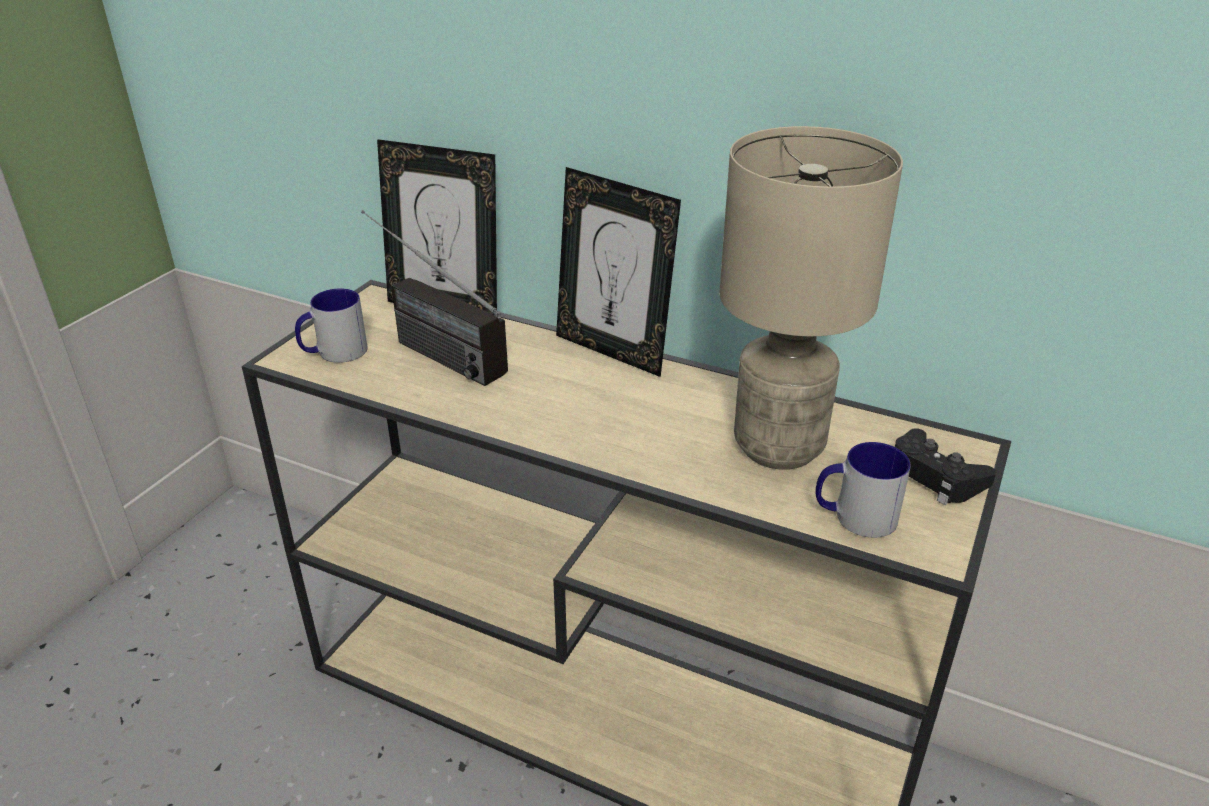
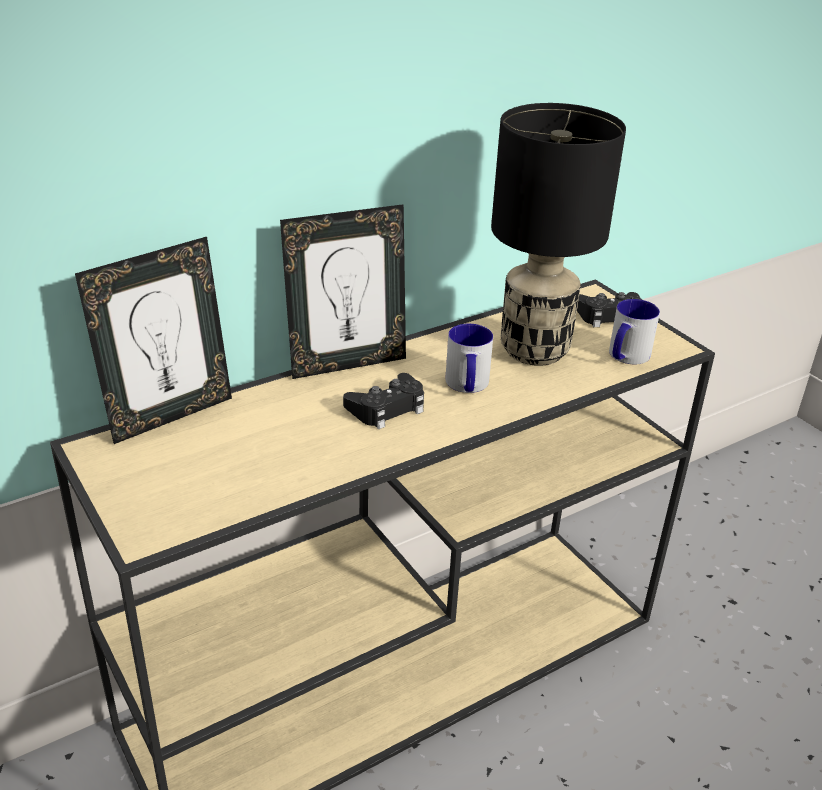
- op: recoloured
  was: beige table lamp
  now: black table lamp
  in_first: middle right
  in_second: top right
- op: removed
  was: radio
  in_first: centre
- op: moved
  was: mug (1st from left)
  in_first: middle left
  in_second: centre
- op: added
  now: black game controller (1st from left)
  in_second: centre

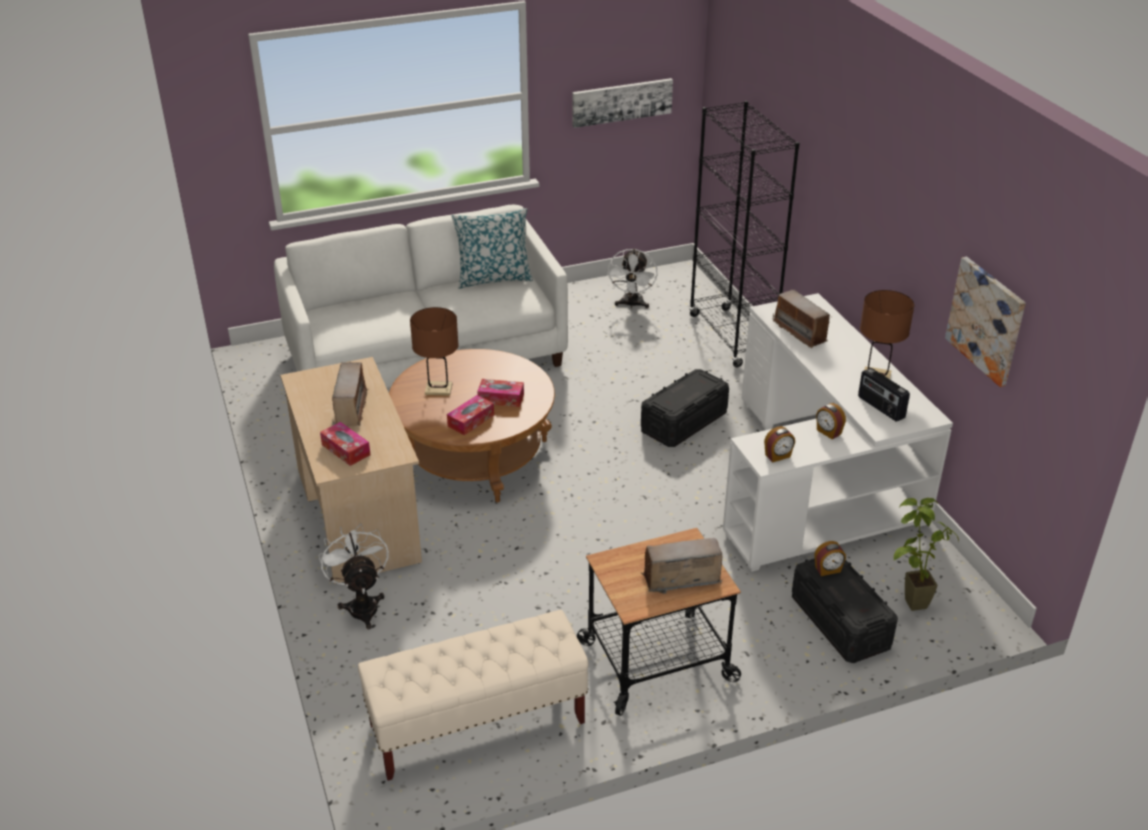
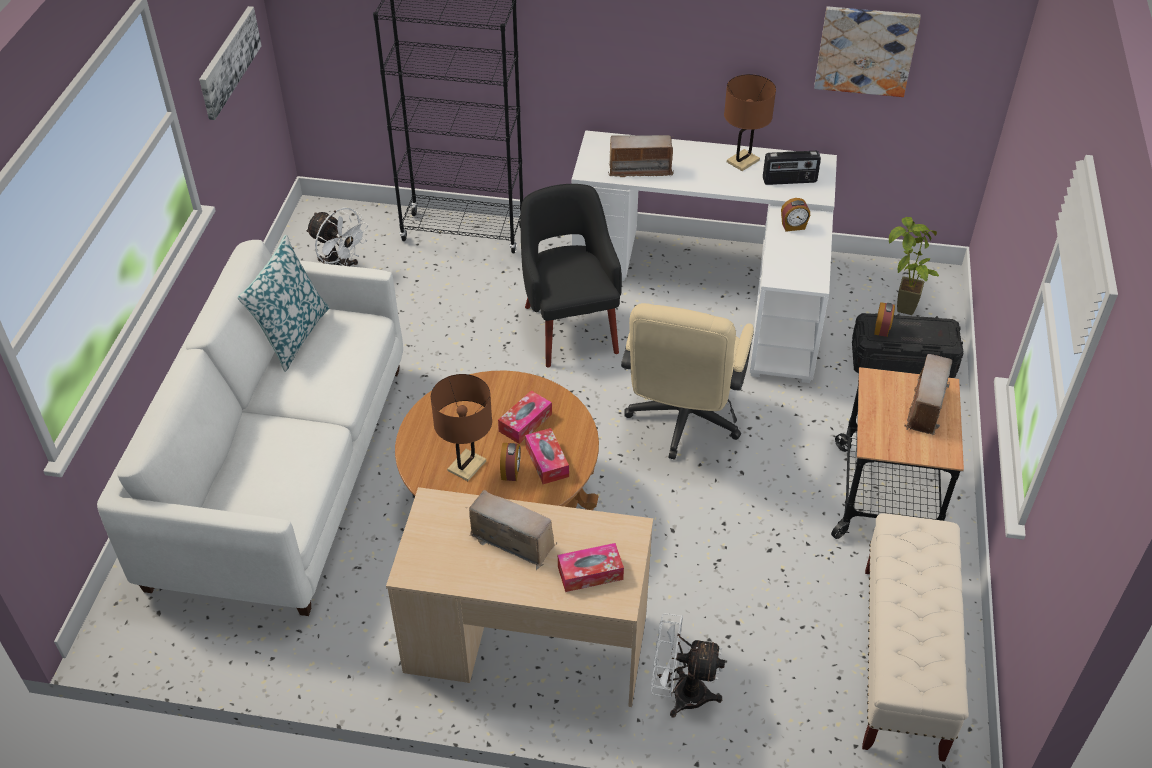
- op: replaced
  was: black storage box (1st from left)
  now: black armchair
  in_first: centre
  in_second: centre
- op: moved
  was: alarm clock (1st from left)
  in_first: middle right
  in_second: centre
- op: added
  now: beige office chair
  in_second: centre

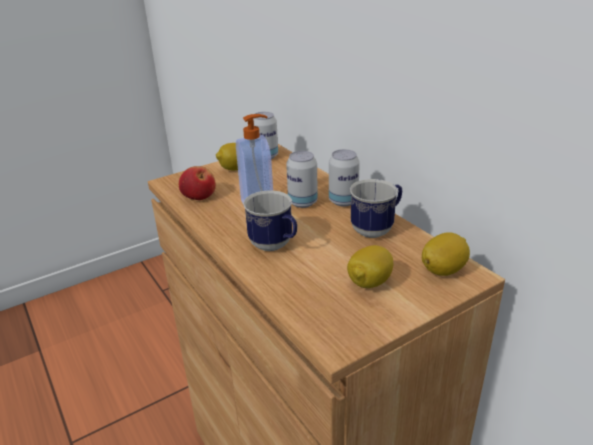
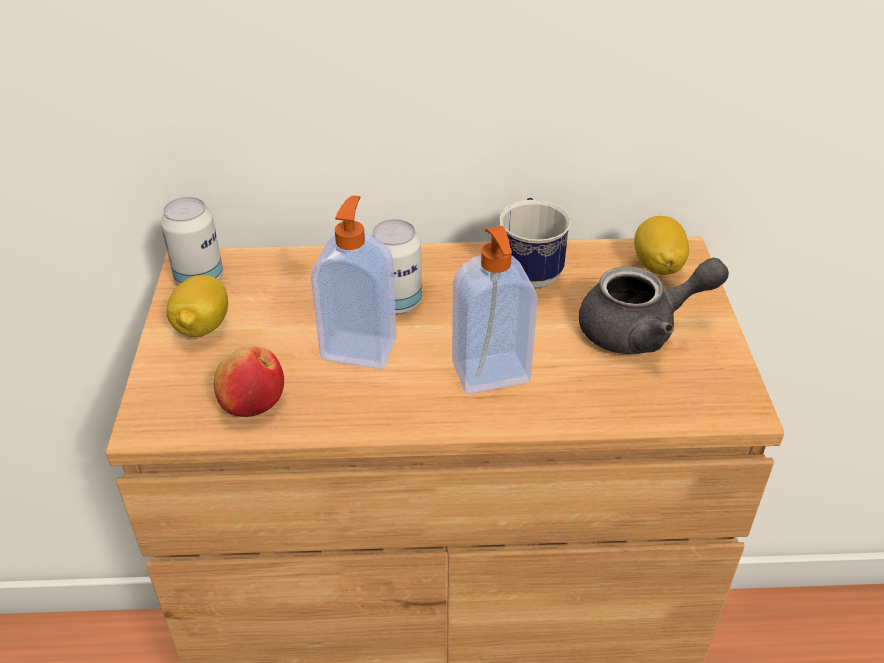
- op: removed
  was: can (3rd from left)
  in_first: centre
- op: replaced
  was: mug (1st from left)
  now: soap dispenser (2nd from left)
  in_first: centre
  in_second: centre
- op: replaced
  was: lemon (2nd from left)
  now: grey teapot
  in_first: centre
  in_second: middle right

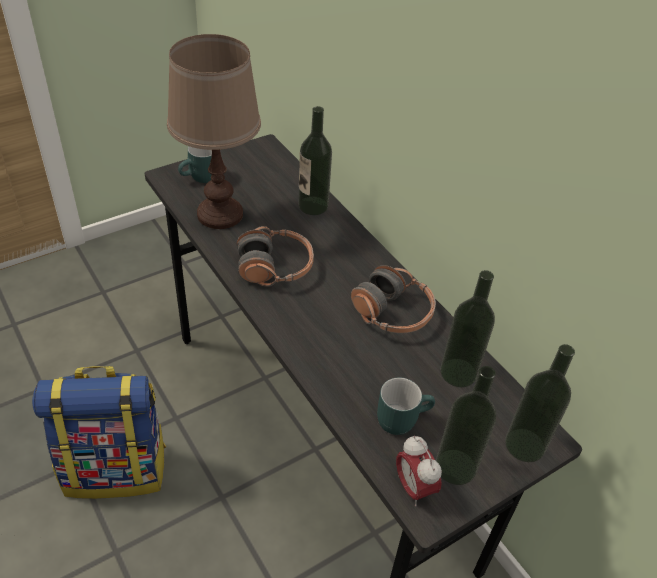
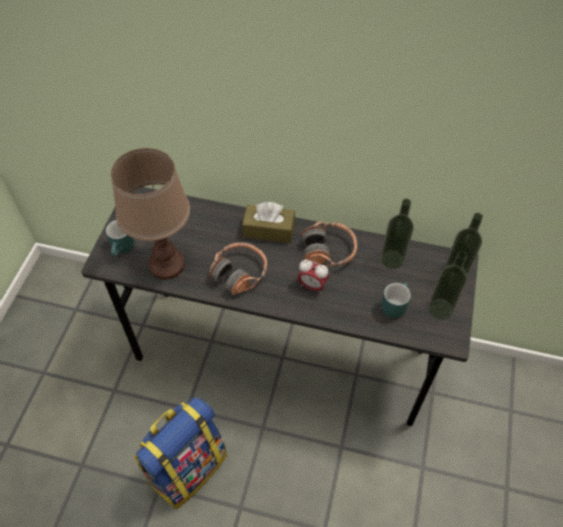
- op: removed
  was: bottle (1st from left)
  in_first: top centre
- op: moved
  was: alarm clock
  in_first: bottom centre
  in_second: centre
- op: added
  now: brown tissue box
  in_second: centre

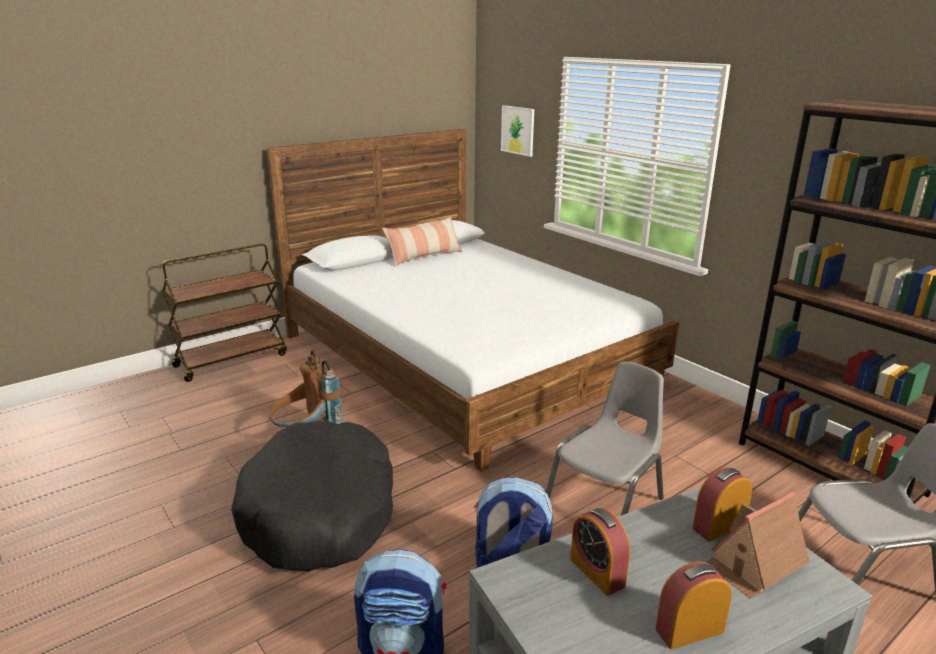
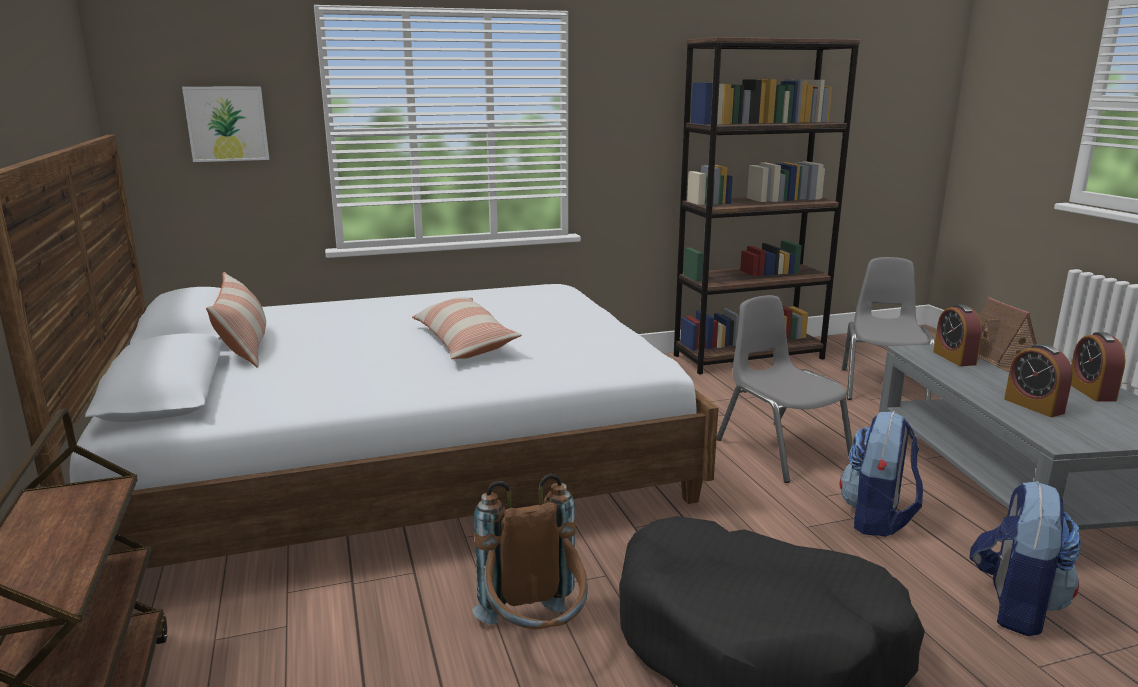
- op: turned
  was: alarm clock (1st from left in the first image)
  in_first: bottom centre
  in_second: middle right
  clockwise: 75
- op: added
  now: pillow (2nd from left)
  in_second: centre

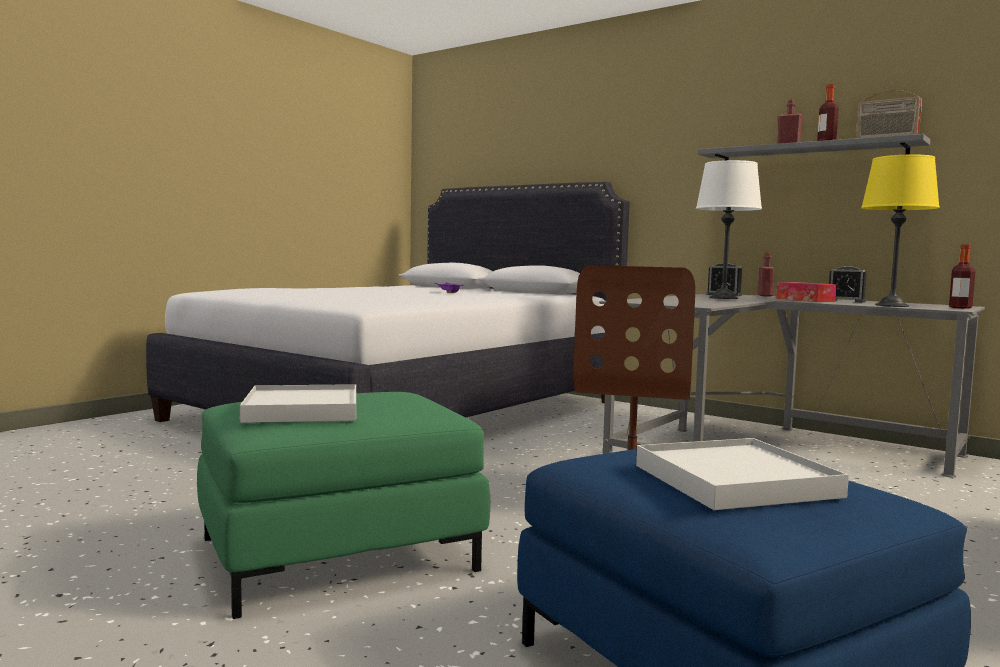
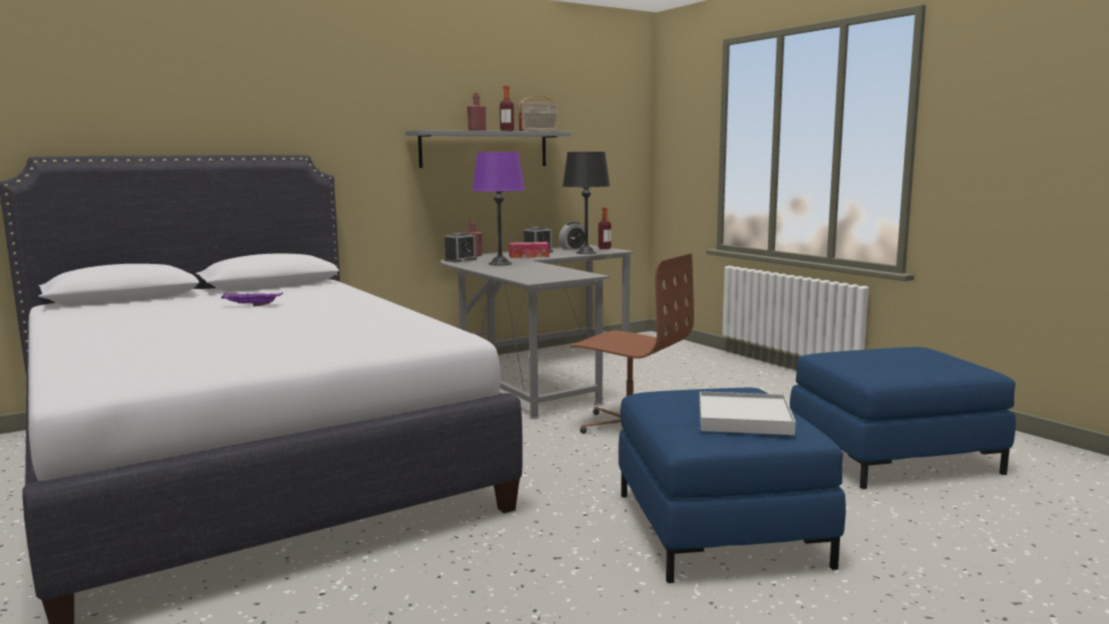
- op: recoloured
  was: yellow table lamp
  now: black table lamp
  in_first: middle right
  in_second: top centre
- op: recoloured
  was: white table lamp
  now: purple table lamp
  in_first: middle right
  in_second: centre
- op: recoloured
  was: green ottoman
  now: blue ottoman (1st from left)
  in_first: bottom centre
  in_second: bottom centre
- op: removed
  was: white tray (2nd from left)
  in_first: bottom right
- op: added
  now: alarm clock (3rd from left)
  in_second: centre

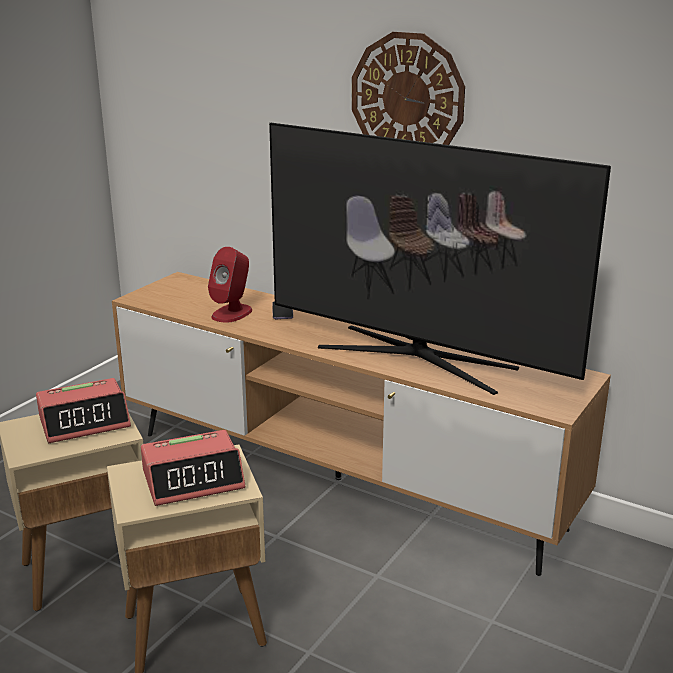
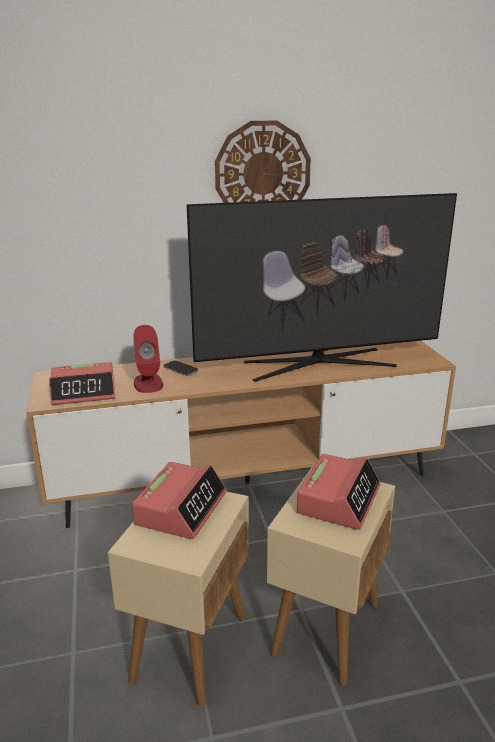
- op: added
  now: alarm clock (1st from left)
  in_second: middle left

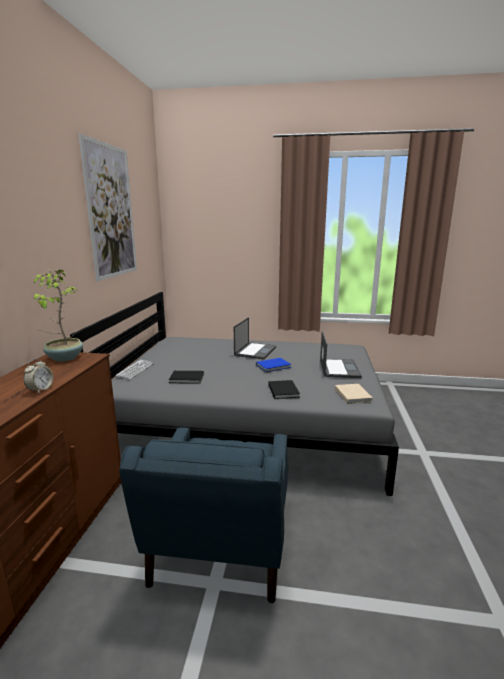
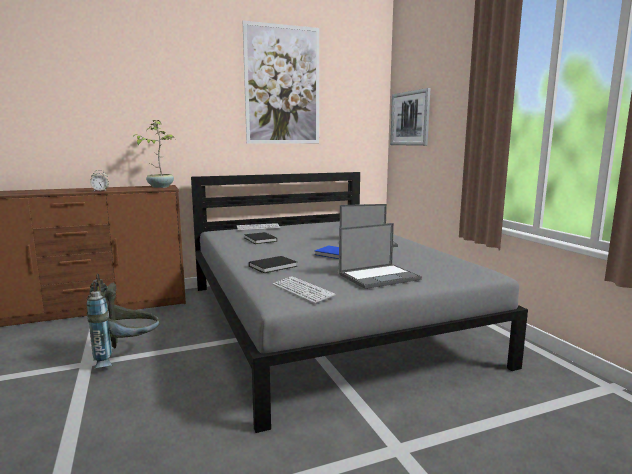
- op: replaced
  was: beige book
  now: keyboard (2nd from left)
  in_first: middle right
  in_second: centre
- op: replaced
  was: blue armchair
  now: grey backpack
  in_first: bottom centre
  in_second: bottom left
- op: added
  now: picture (2nd from left)
  in_second: top centre

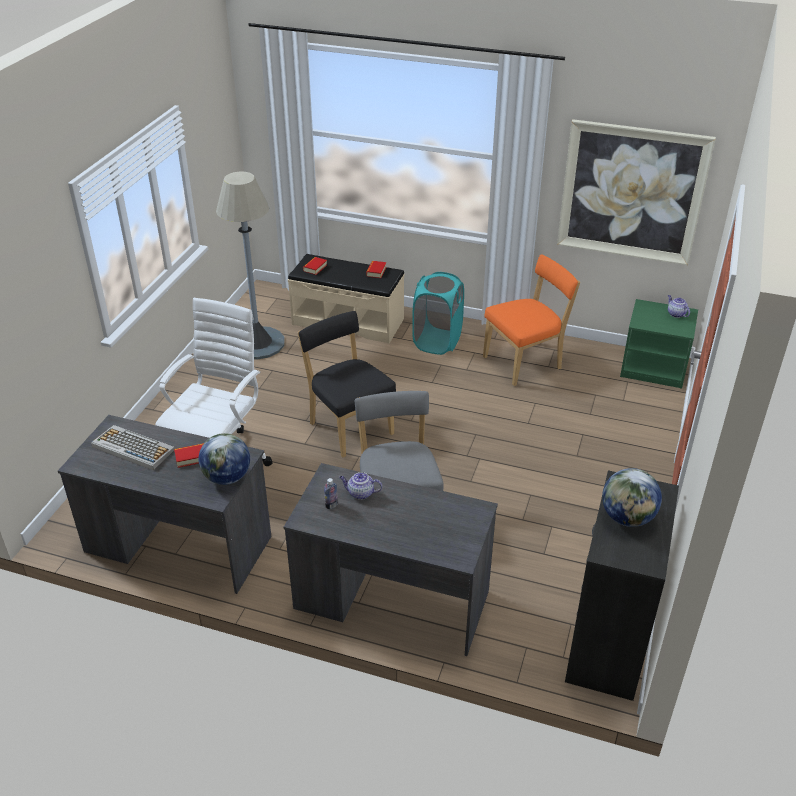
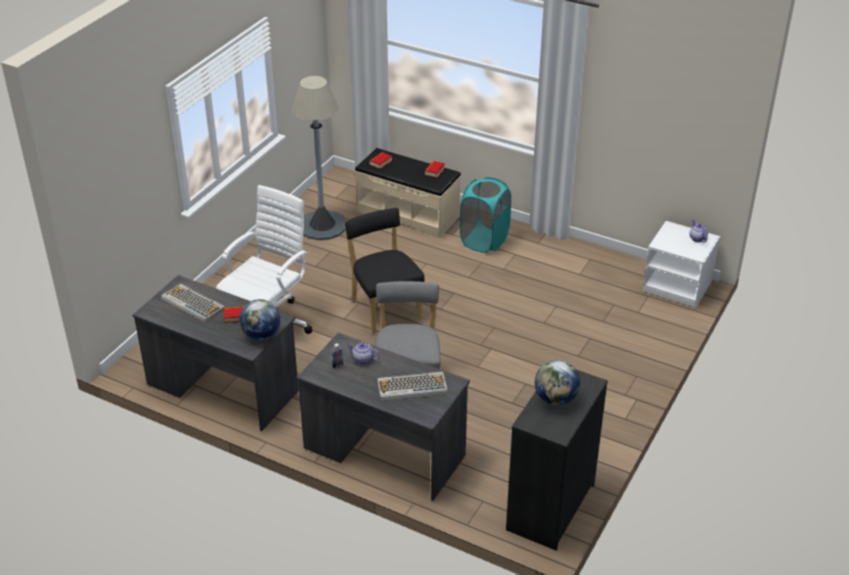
- op: removed
  was: picture
  in_first: top right
- op: removed
  was: orange chair
  in_first: middle right
- op: recoloured
  was: green nightstand
  now: white nightstand
  in_first: middle right
  in_second: middle right
- op: added
  now: keyboard (2nd from left)
  in_second: bottom centre

